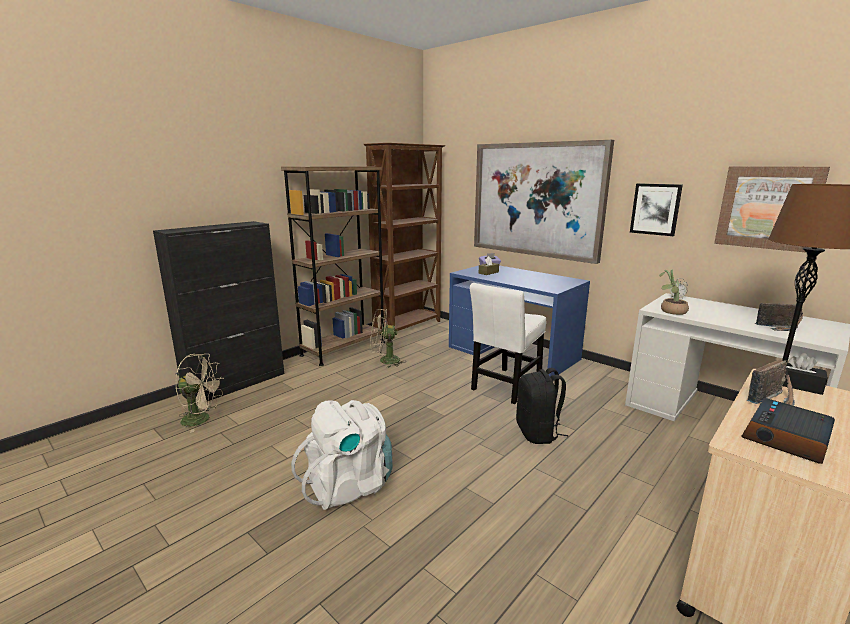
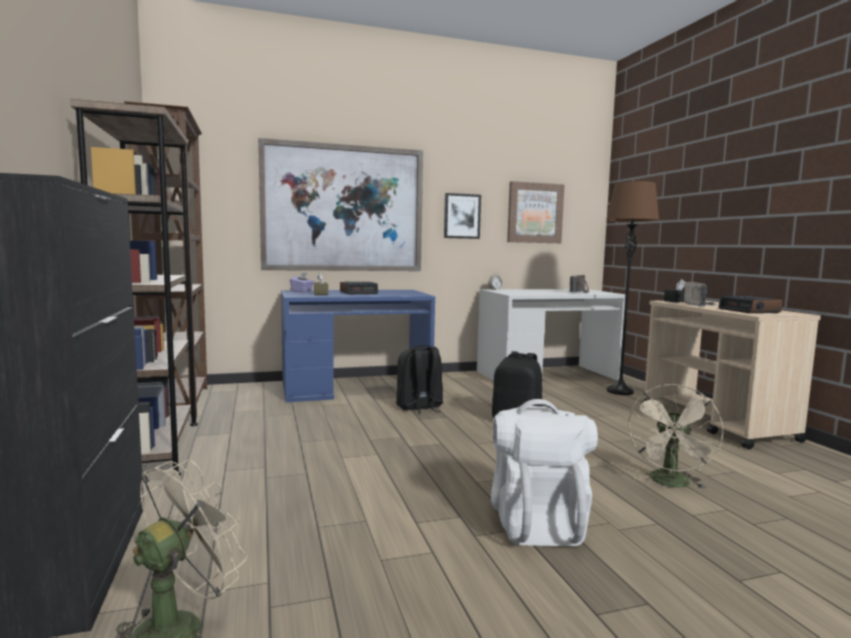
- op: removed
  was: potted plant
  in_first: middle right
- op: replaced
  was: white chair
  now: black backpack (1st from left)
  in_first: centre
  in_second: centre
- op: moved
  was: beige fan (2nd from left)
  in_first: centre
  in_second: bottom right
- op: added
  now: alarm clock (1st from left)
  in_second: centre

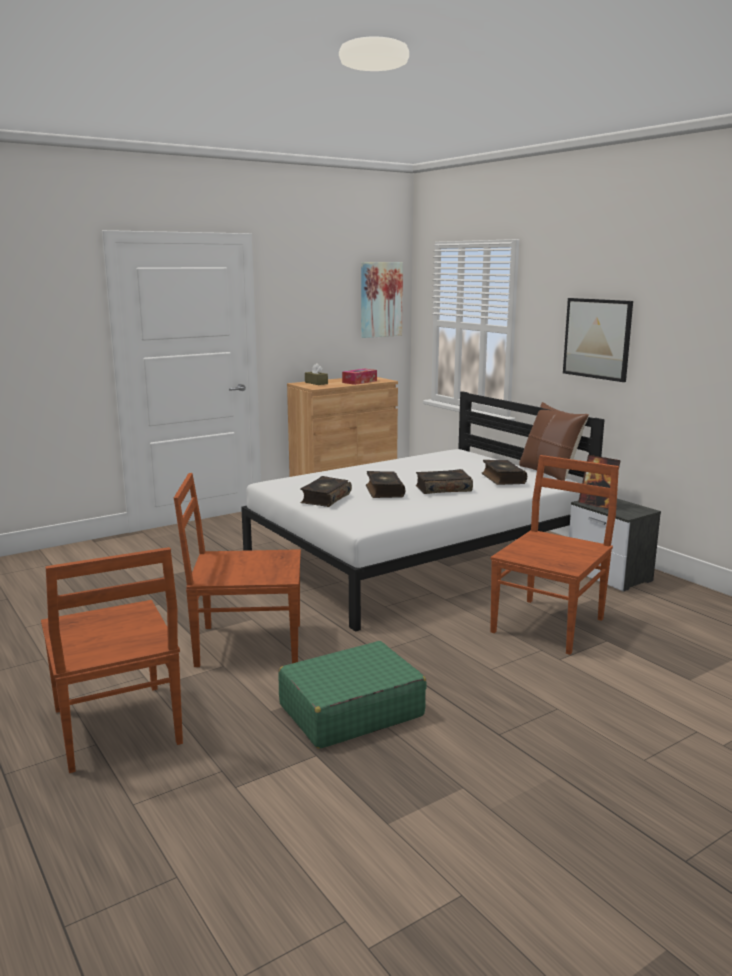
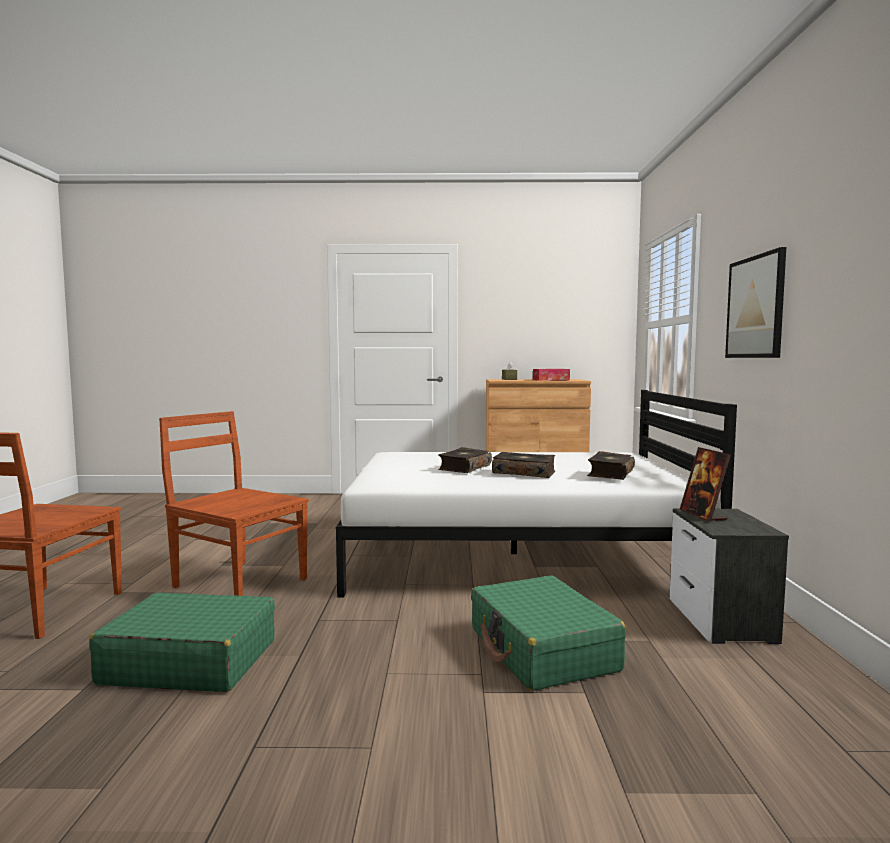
- op: removed
  was: picture (1st from left)
  in_first: top centre
- op: removed
  was: brown pillow
  in_first: middle right
- op: replaced
  was: brown chair (3rd from left)
  now: green suitcase (2nd from left)
  in_first: middle right
  in_second: bottom centre
- op: removed
  was: book (1st from left)
  in_first: centre

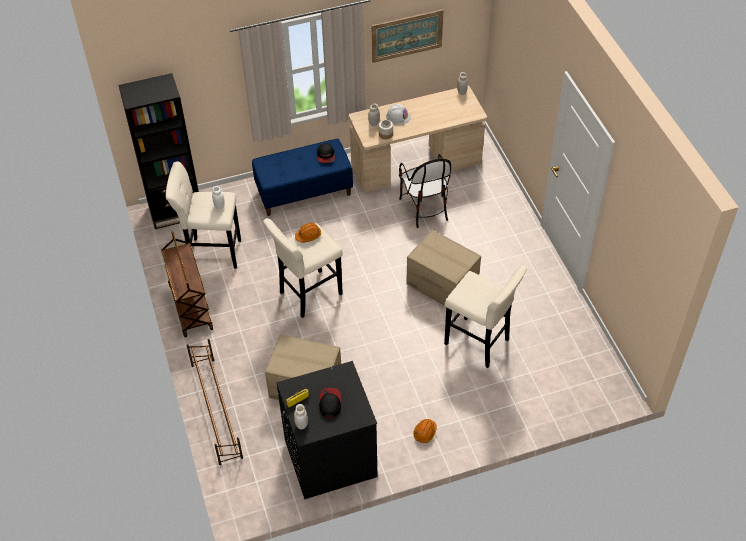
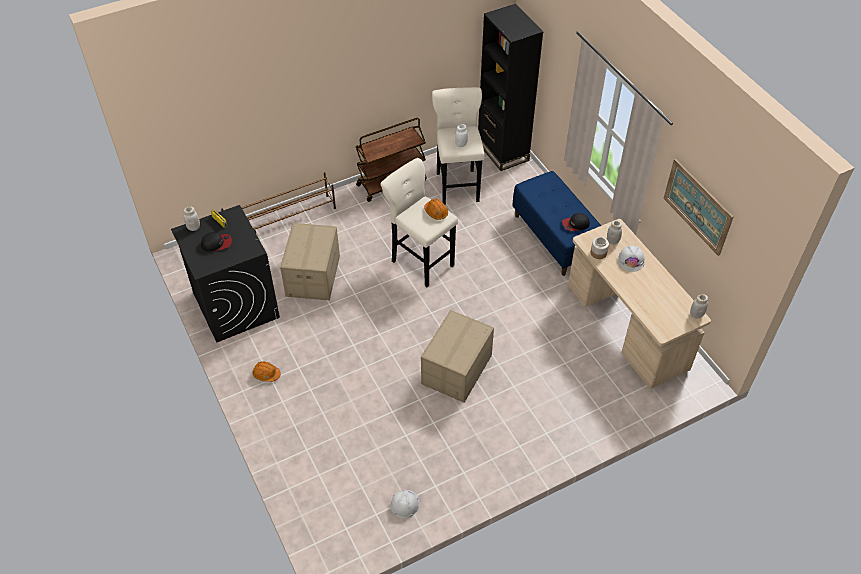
- op: removed
  was: chair
  in_first: centre
- op: removed
  was: beige stool (3rd from left)
  in_first: centre
- op: added
  now: white hard hat (1st from left)
  in_second: bottom centre

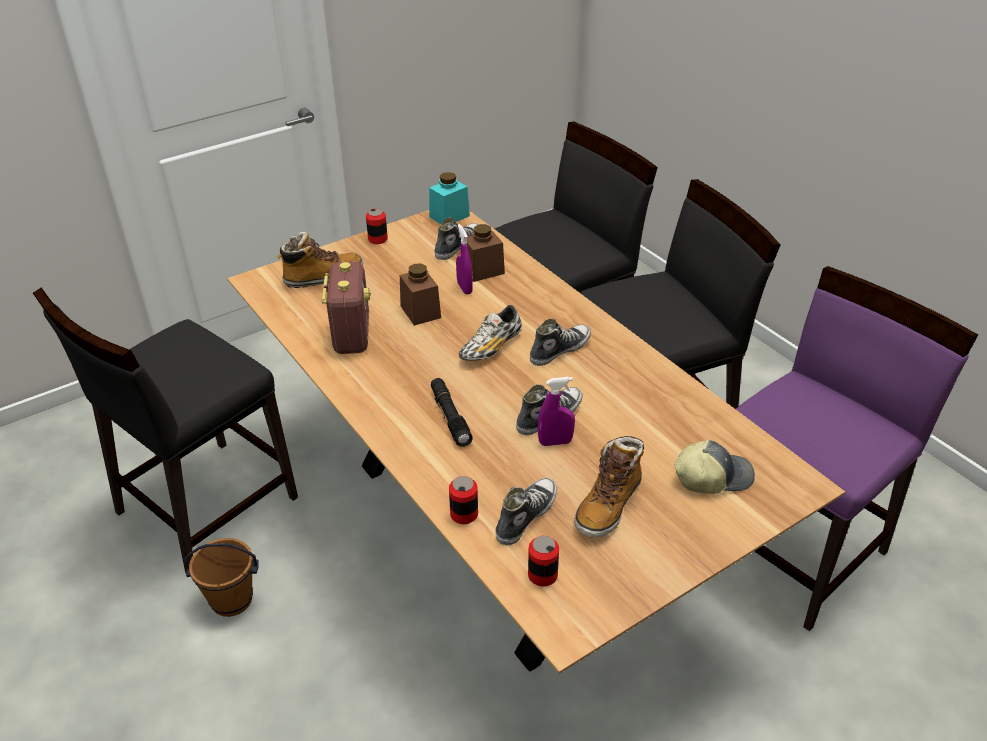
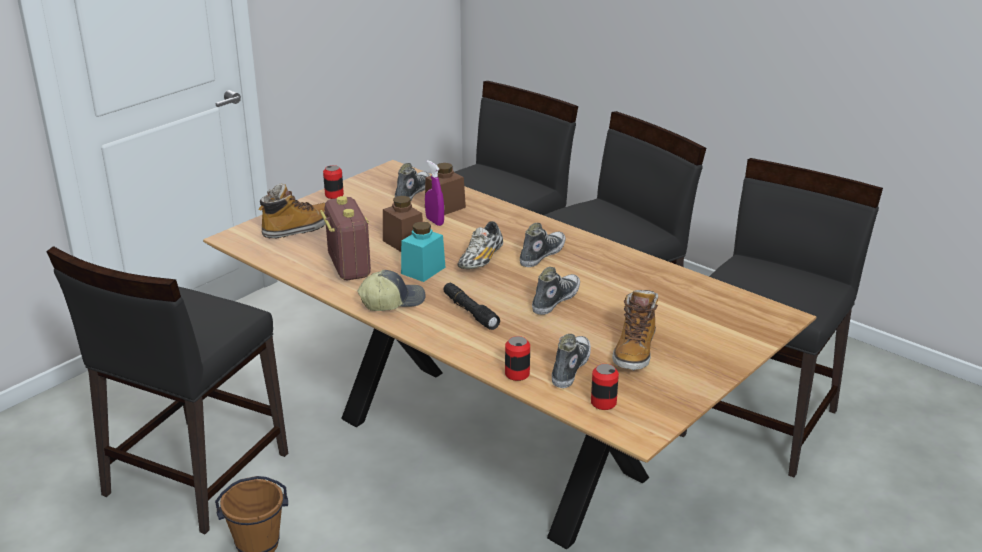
- op: moved
  was: turquoise jar
  in_first: top centre
  in_second: centre
- op: recoloured
  was: purple chair
  now: black chair (4th from left)
  in_first: middle right
  in_second: middle right
- op: removed
  was: purple spray bottle (2nd from left)
  in_first: centre
- op: moved
  was: cap
  in_first: middle right
  in_second: centre

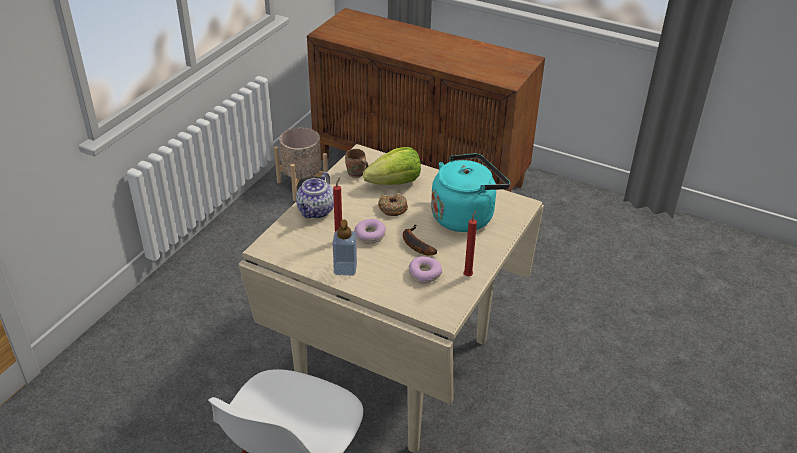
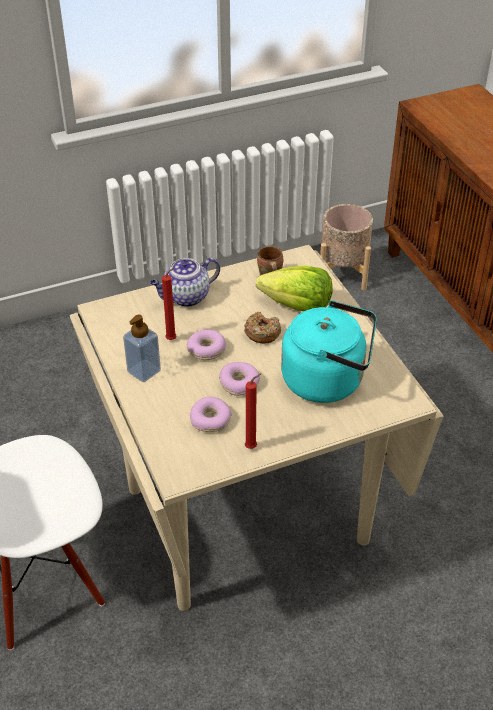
- op: replaced
  was: banana
  now: donut (3rd from left)
  in_first: centre
  in_second: centre

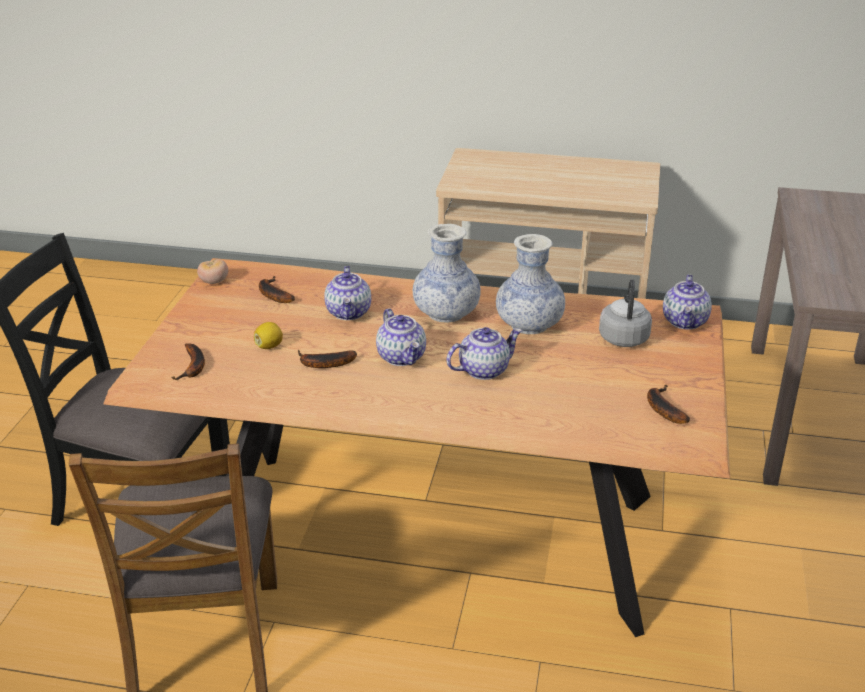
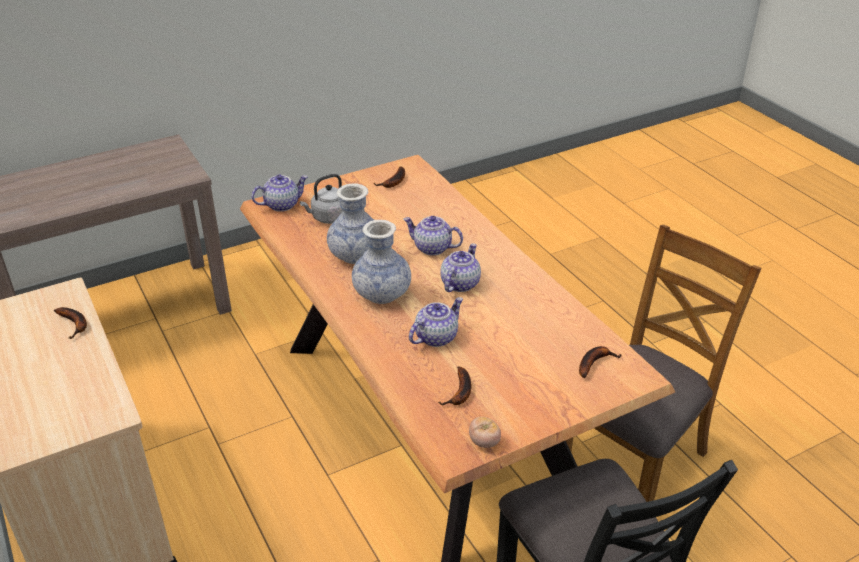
- op: removed
  was: lemon
  in_first: middle left
- op: moved
  was: banana (3rd from left in the first image)
  now: banana (1st from left)
  in_first: centre
  in_second: middle left

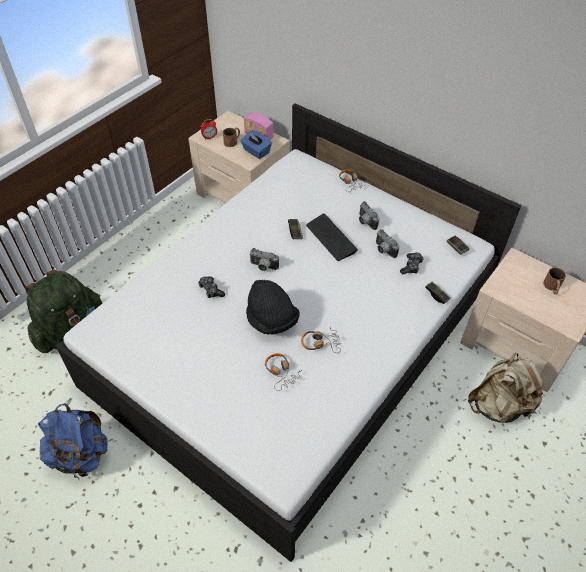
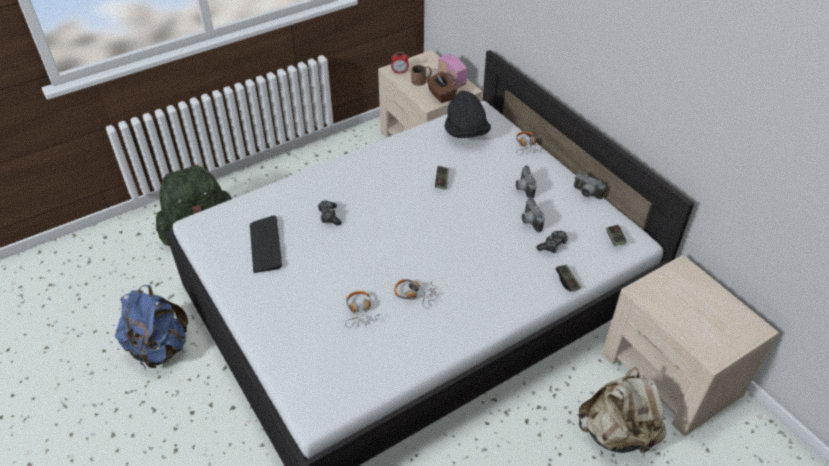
- op: recoloured
  was: blue tissue box
  now: brown tissue box
  in_first: top centre
  in_second: top centre
- op: moved
  was: keyboard
  in_first: centre
  in_second: middle left
- op: moved
  was: photo camera (1st from left in the first image)
  now: photo camera (3rd from left)
  in_first: centre
  in_second: middle right
- op: removed
  was: brown mug (2nd from left)
  in_first: middle right
- op: moved
  was: black hat
  in_first: centre
  in_second: top centre

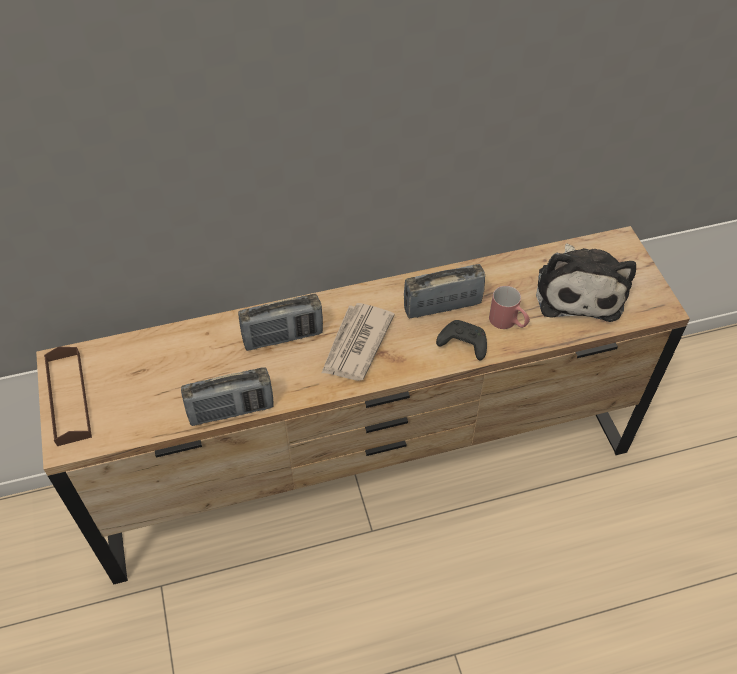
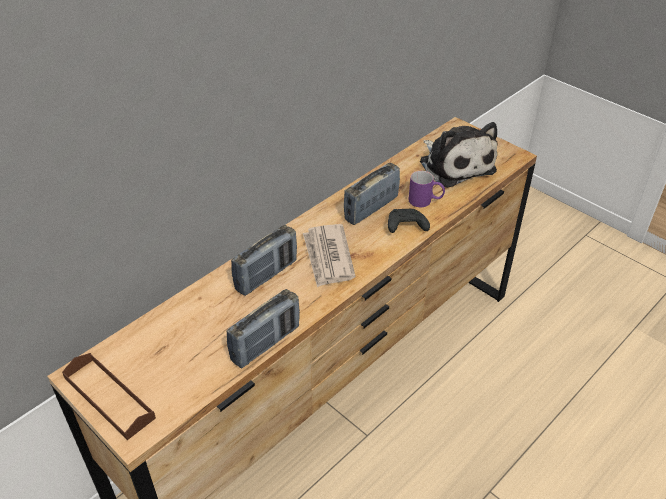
- op: recoloured
  was: red mug
  now: purple mug
  in_first: middle right
  in_second: centre

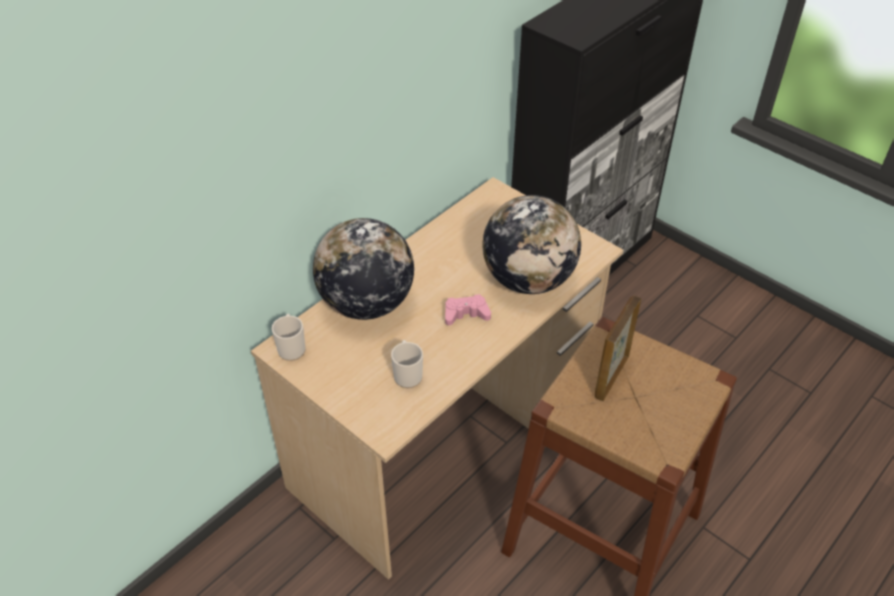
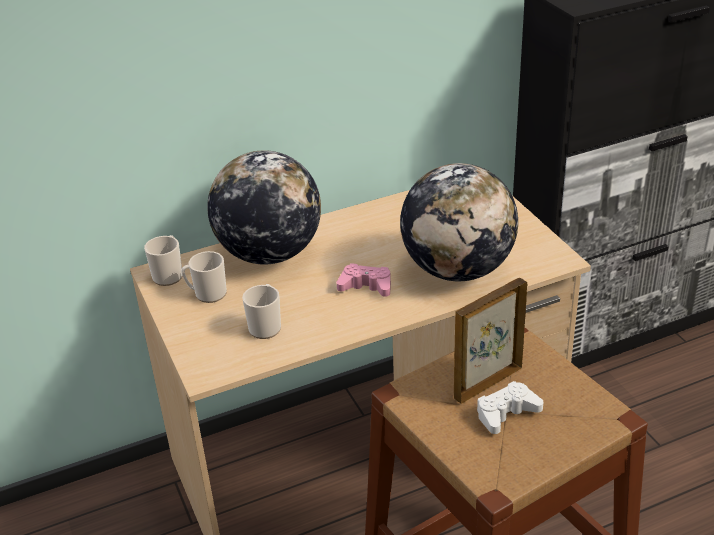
- op: added
  now: mug (2nd from left)
  in_second: middle left
- op: added
  now: white game controller
  in_second: bottom right

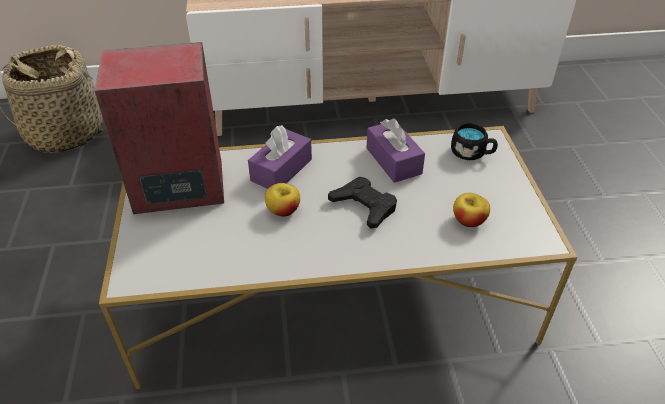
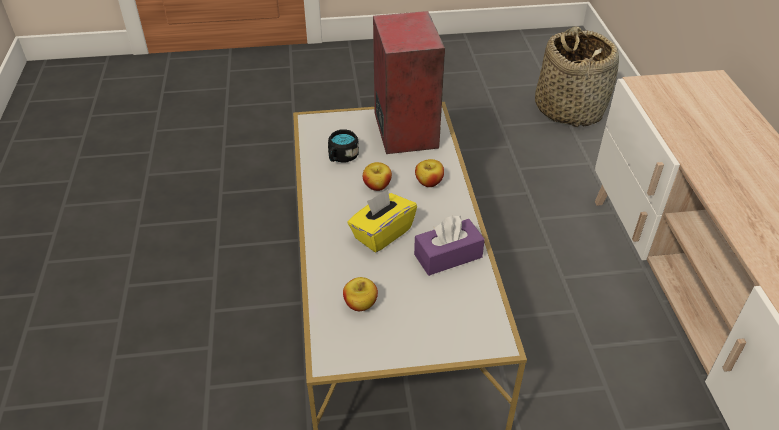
- op: moved
  was: black mug
  in_first: middle right
  in_second: centre
- op: replaced
  was: purple tissue box (1st from left)
  now: apple (3rd from left)
  in_first: centre
  in_second: centre
- op: replaced
  was: black game controller
  now: yellow tissue box
  in_first: centre
  in_second: centre

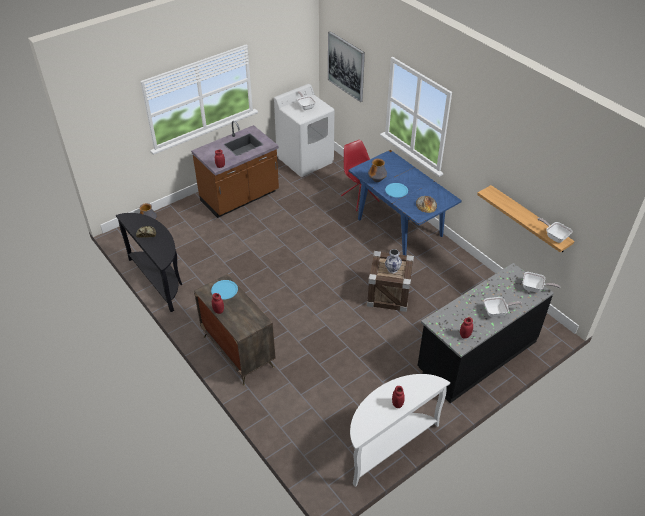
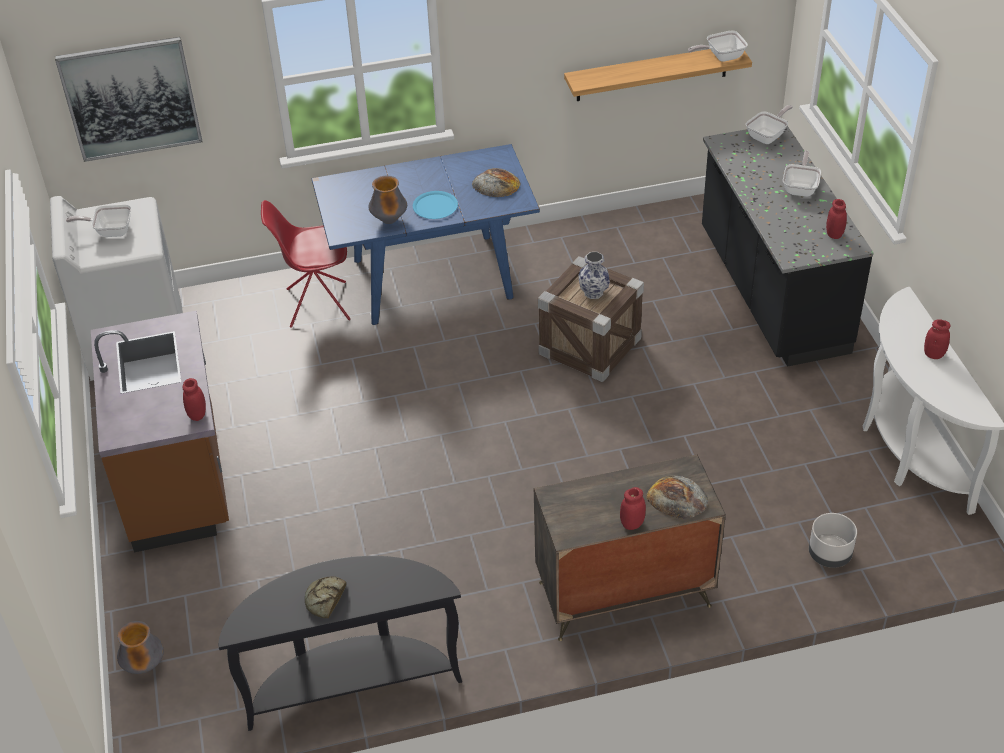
- op: removed
  was: blue plate (1st from left)
  in_first: centre
- op: added
  now: bread (3rd from left)
  in_second: middle right
- op: added
  now: grey planter
  in_second: bottom right

